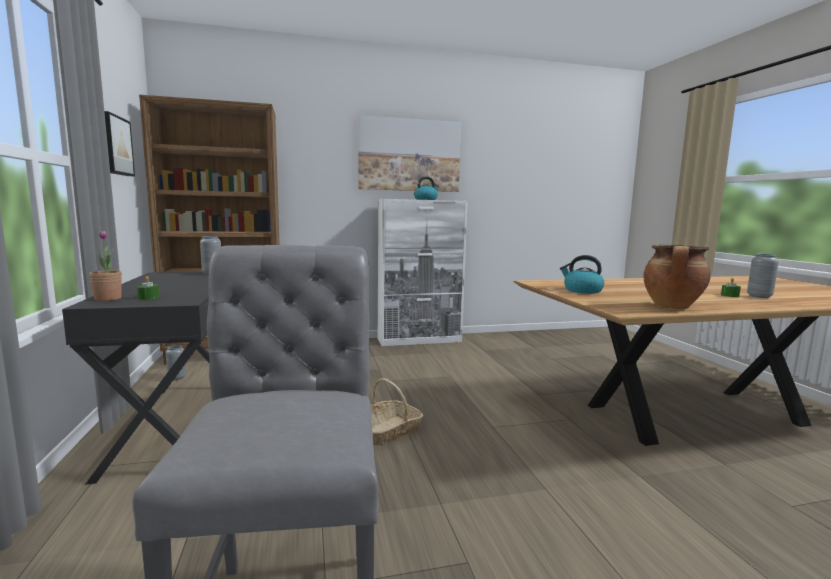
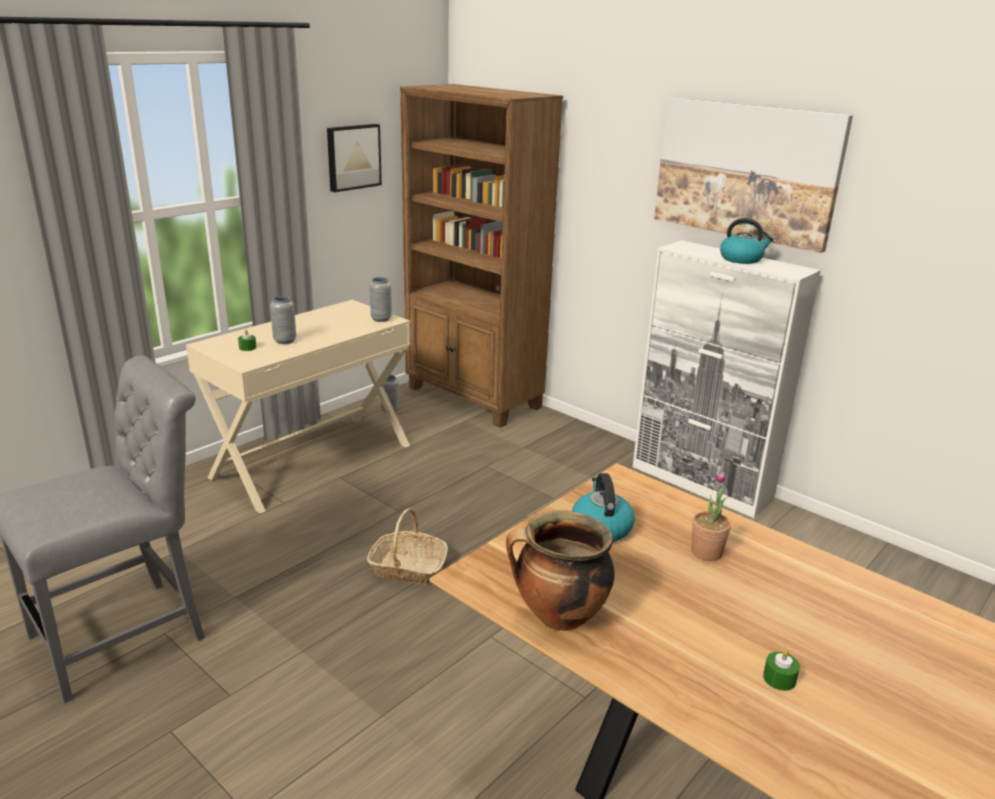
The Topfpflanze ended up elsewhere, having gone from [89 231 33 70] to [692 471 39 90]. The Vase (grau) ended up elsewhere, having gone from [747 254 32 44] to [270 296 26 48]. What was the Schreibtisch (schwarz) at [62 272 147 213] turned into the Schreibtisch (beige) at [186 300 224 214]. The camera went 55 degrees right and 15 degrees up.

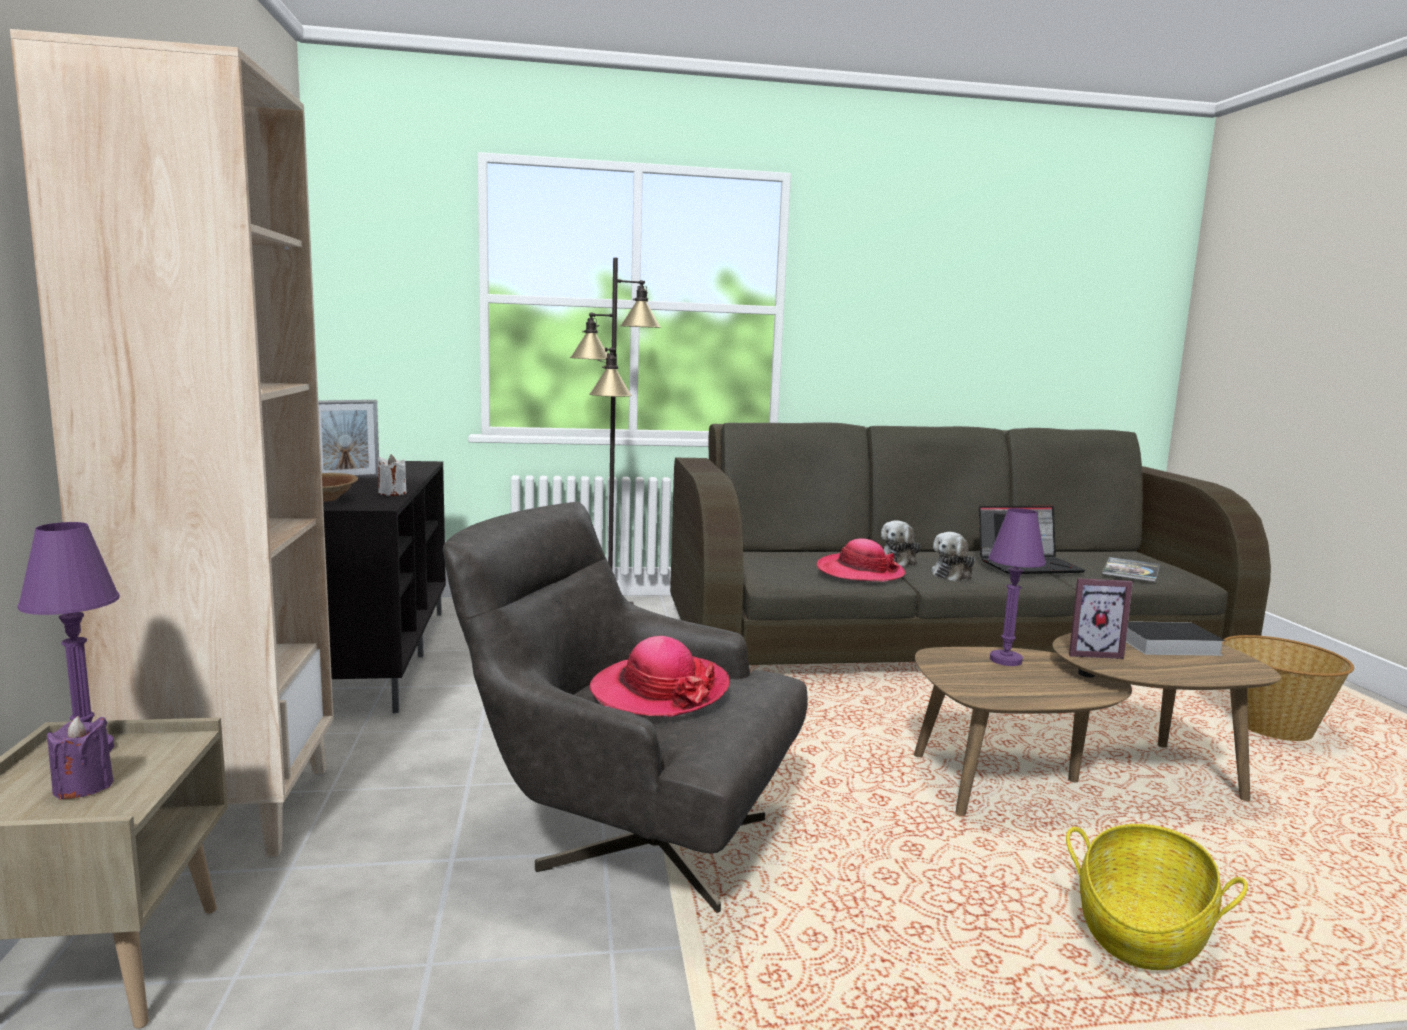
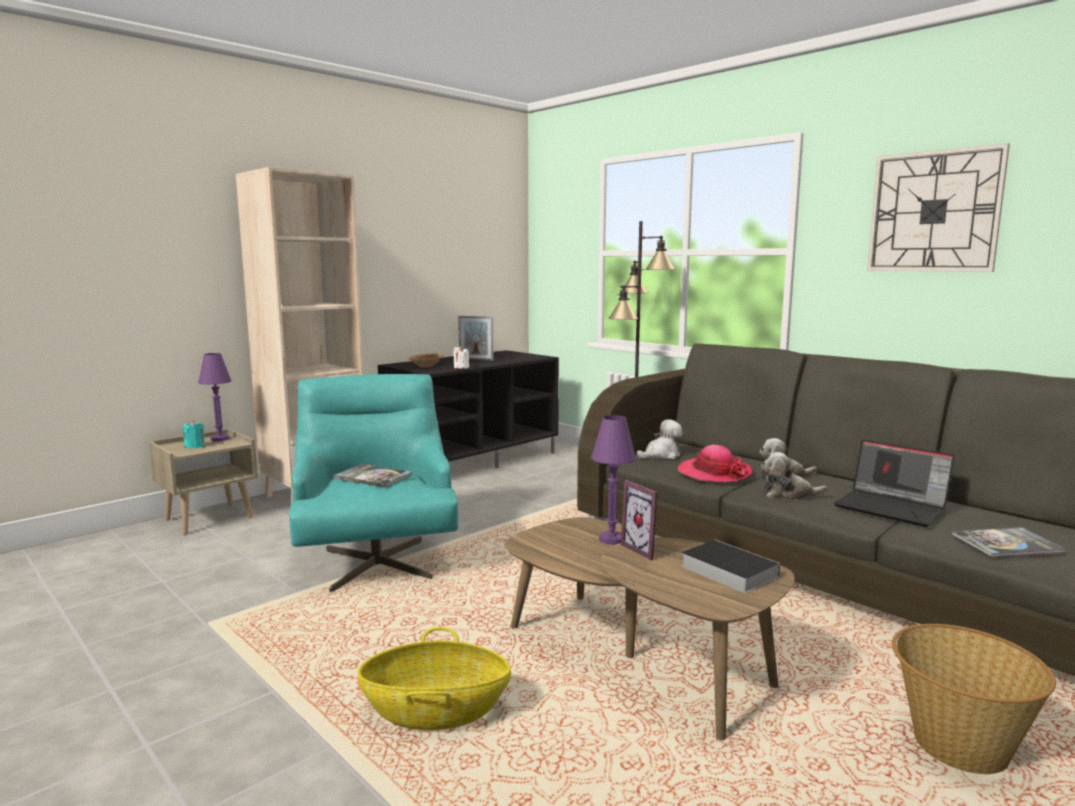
What was the Sessel (grau) at [443 502 365 411] turned into the Sessel (türkis) at [289 374 169 218]. Where the Hut stood at [590 636 140 81], the Buch came to stand at [333 464 79 23]. What was the Kerze (lila) at [47 716 66 84] turned into the Kerze (türkis) at [183 420 22 28]. The second view gained the Wanduhr at [867 143 143 129]. The second view gained the Plüschtier at [637 419 46 40]. The camera went 55 degrees right and 0 degrees up.

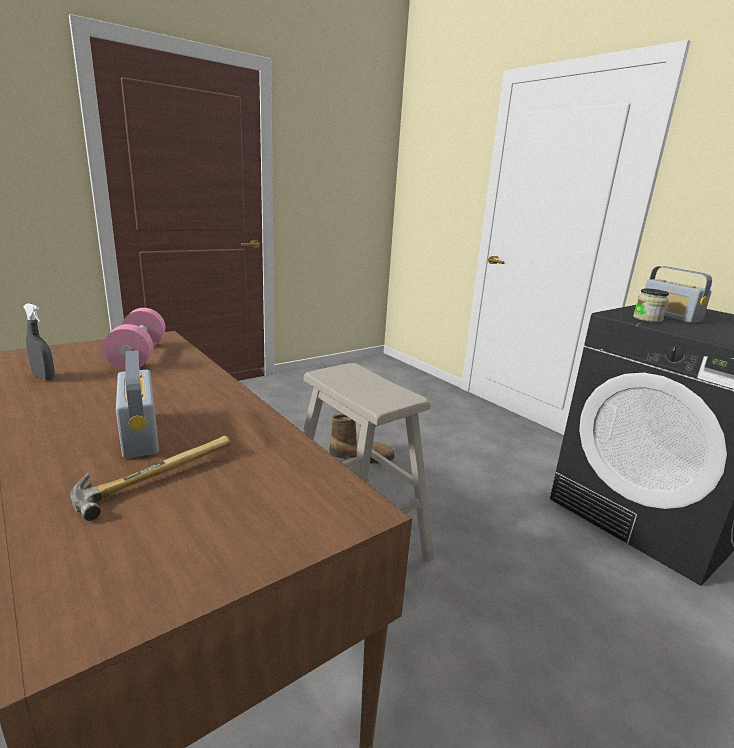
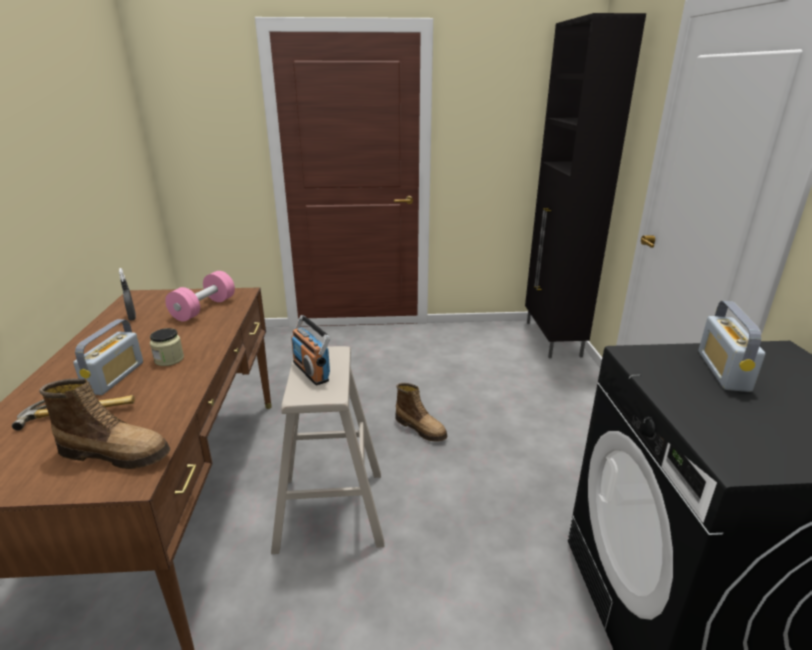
The Vorratsglas ended up elsewhere, having gone from [633 288 36 34] to [150 328 34 38]. The second view gained the Schrank (schwarz) at [525 13 121 345]. The second view gained the Radio at [291 315 40 70]. The second view gained the Stiefel at [39 378 131 91]. The camera went 35 degrees right and 5 degrees up.

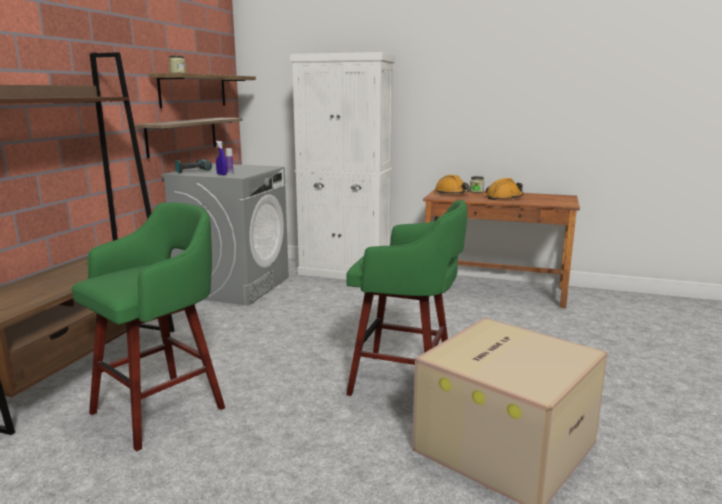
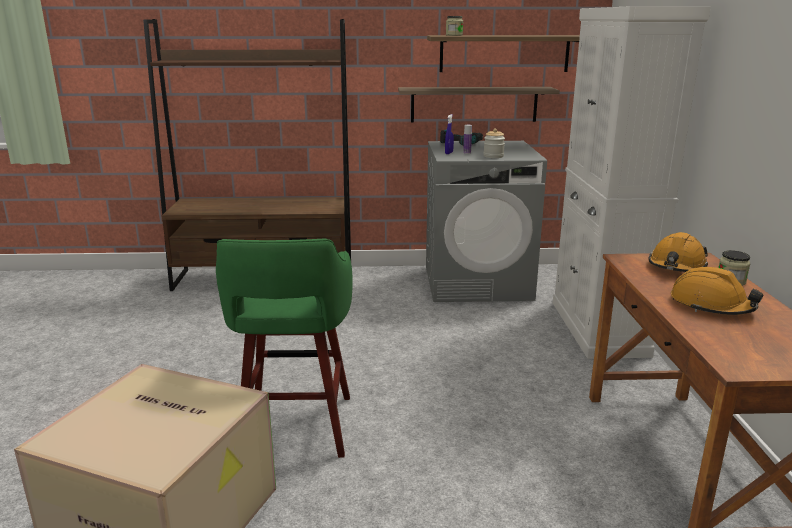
The second view lost the Hocker (grün) at [72 202 153 249]. The second view gained the Vorratsglas at [484 128 21 30]. The camera went 70 degrees right and 5 degrees up.

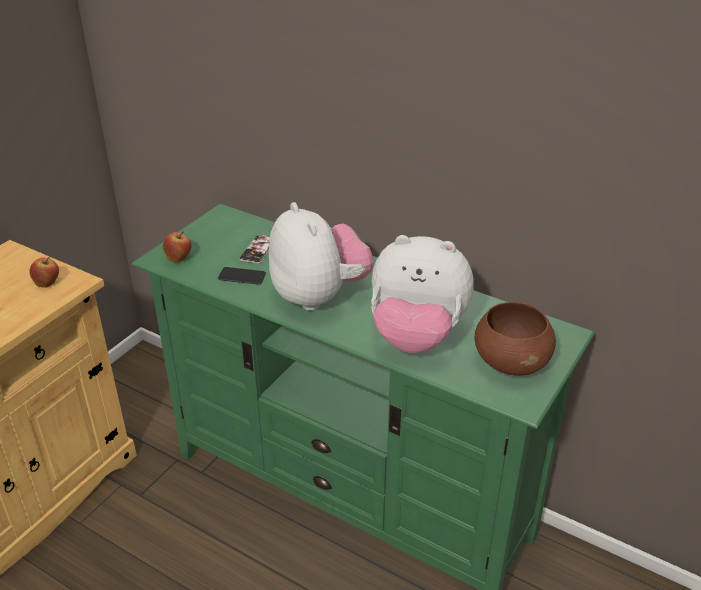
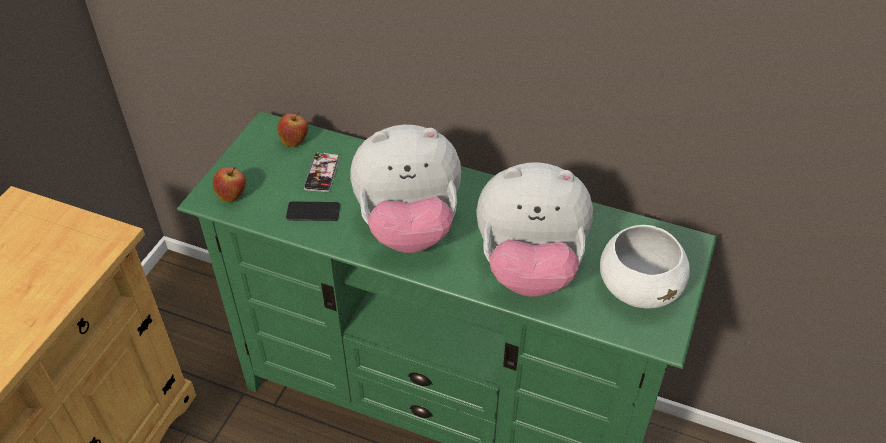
The Plüschtier at [269 202 104 109] ended up facing another way, 120 degrees clockwise from before. The Apfel ended up elsewhere, having gone from [29 257 30 31] to [277 112 31 35]. What was the Schüssel (braun) at [475 302 81 74] turned into the Schüssel (weiß) at [600 225 90 83]. The camera went 10 degrees left and 10 degrees up.

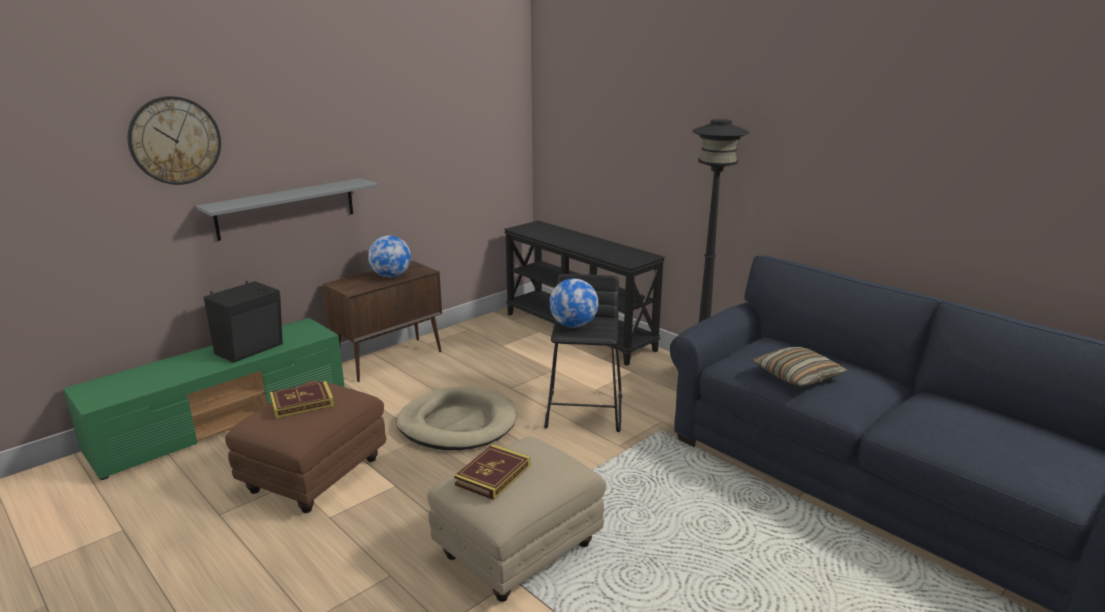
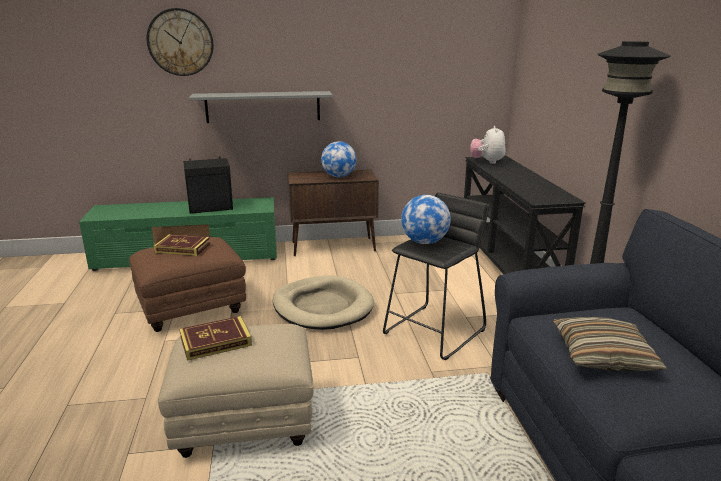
The second view gained the Plüschtier at [470 126 36 38]. The camera went 35 degrees right and 0 degrees up.

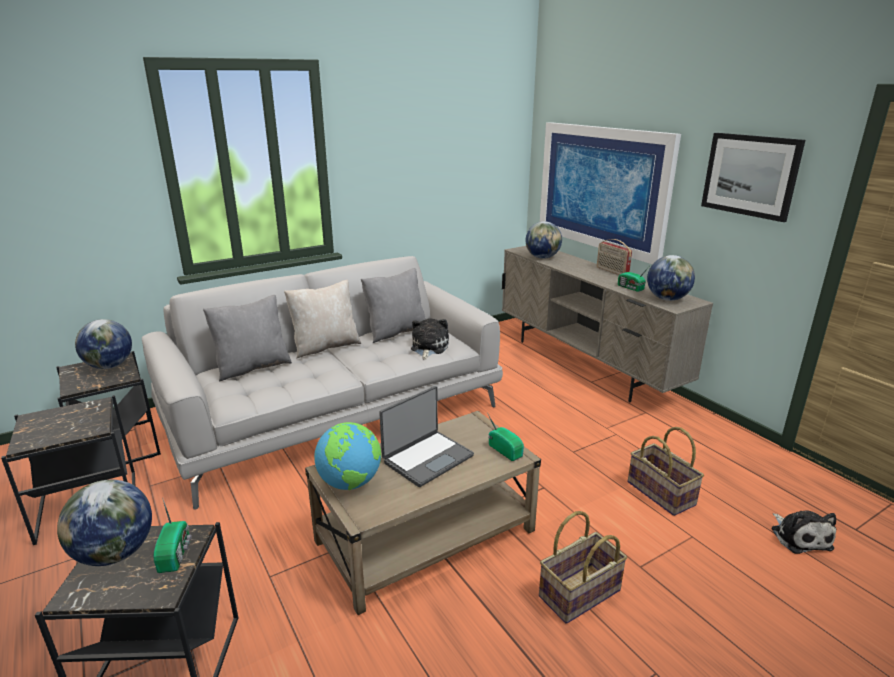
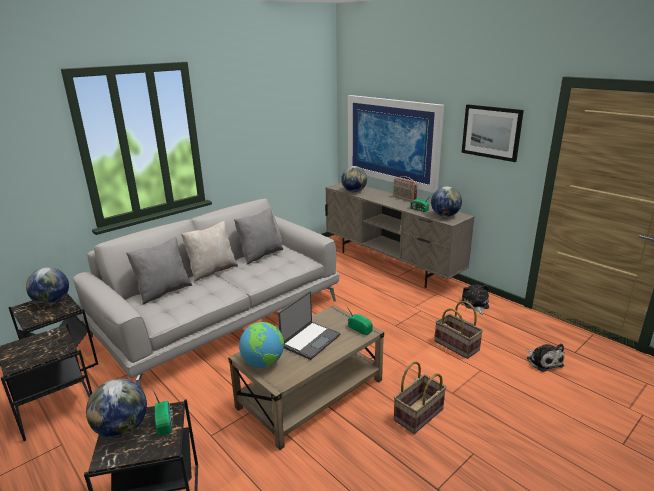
The Plüschtier ended up elsewhere, having gone from [411 318 38 42] to [462 284 27 30]. The camera went 10 degrees left and 0 degrees up.

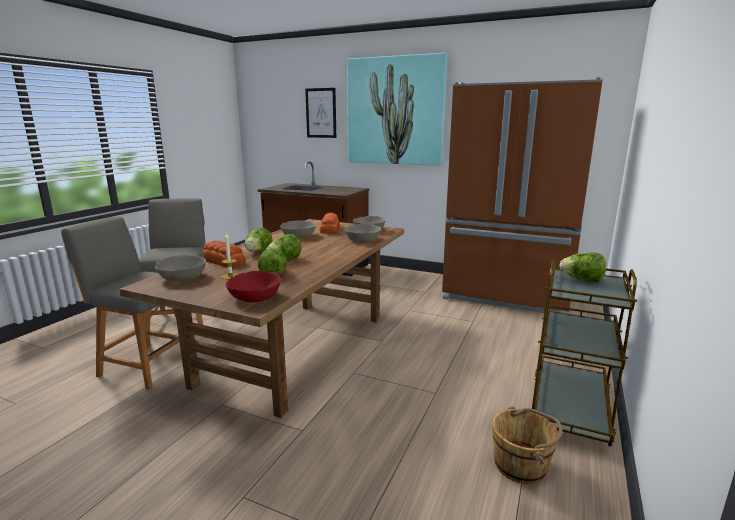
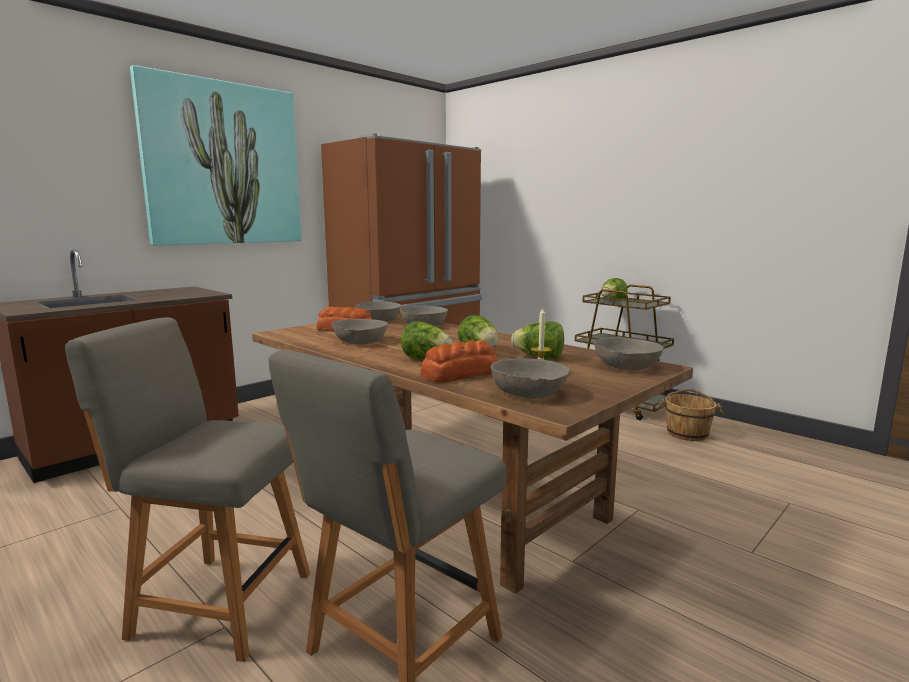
The second view lost the Bild at [305 88 31 50]. What was the Schüssel (rot) at [225 271 56 31] turned into the Schüssel (grau) at [594 337 70 33]. The camera went 70 degrees left and 5 degrees down.

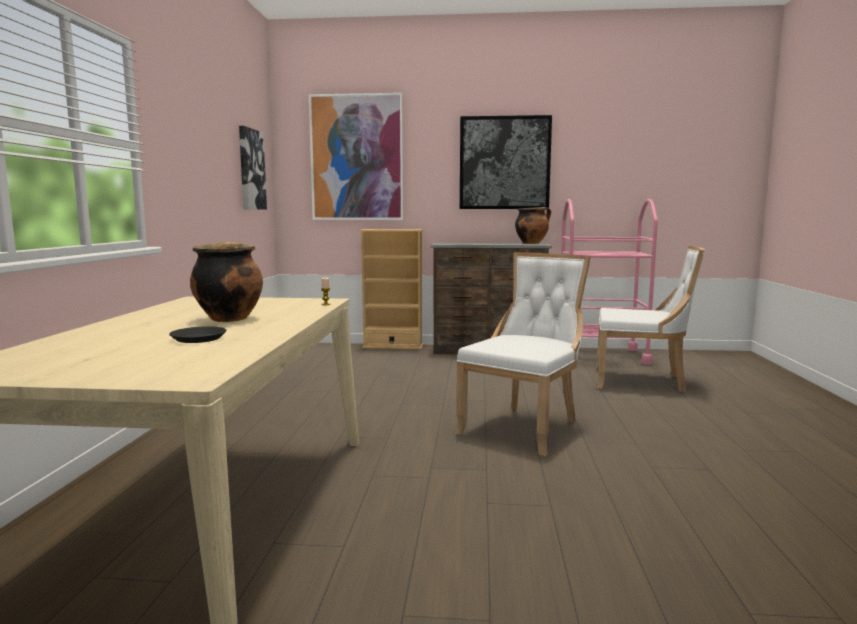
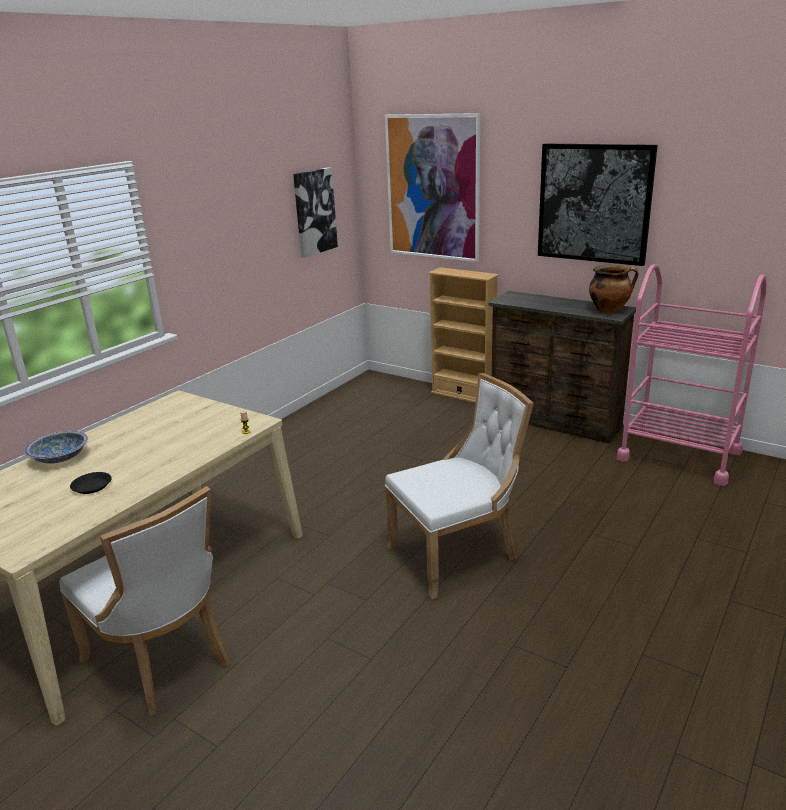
The second view lost the Kochtopf at [190 242 73 80]. The Stuhl (weiß) ended up elsewhere, having gone from [596 246 109 146] to [59 486 171 230]. The second view gained the Schüssel at [25 431 63 33]. The camera went 30 degrees right and 15 degrees up.

